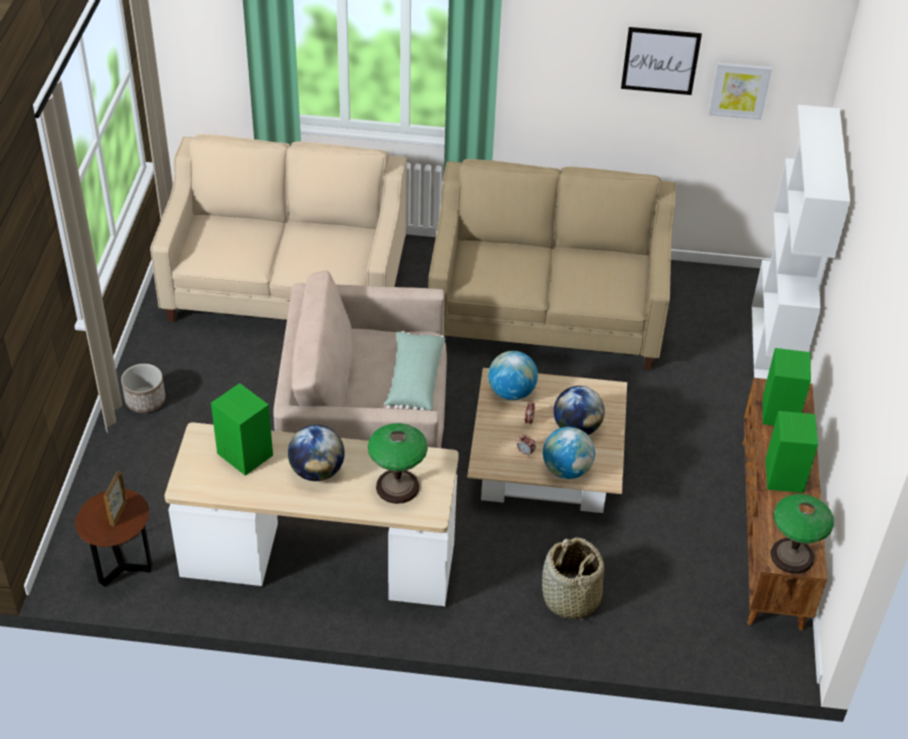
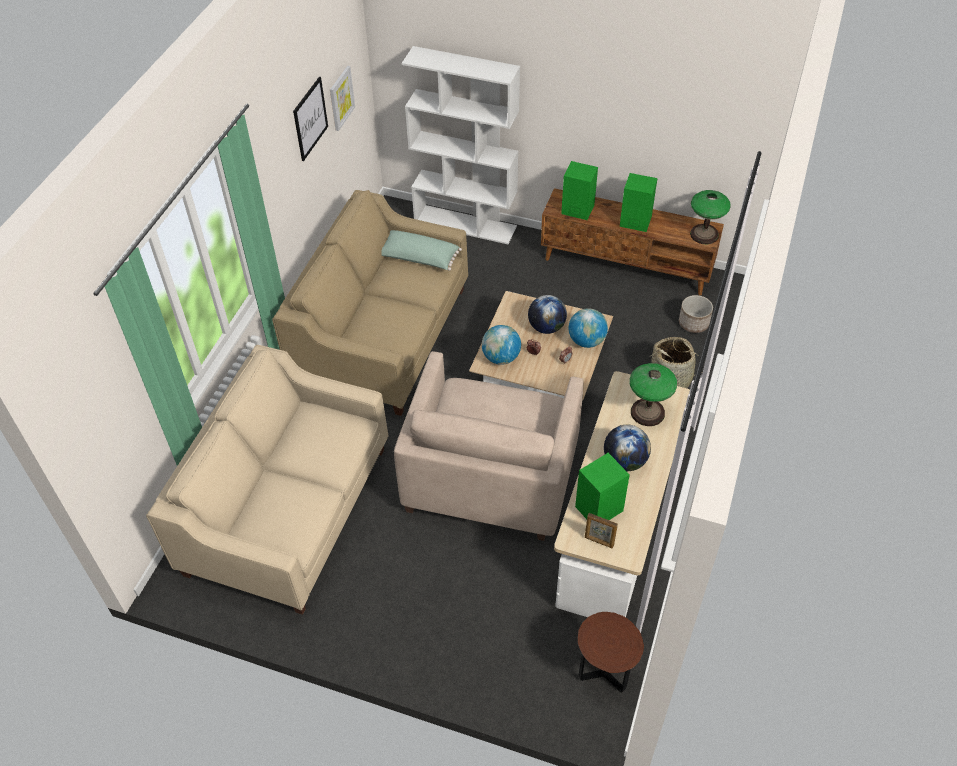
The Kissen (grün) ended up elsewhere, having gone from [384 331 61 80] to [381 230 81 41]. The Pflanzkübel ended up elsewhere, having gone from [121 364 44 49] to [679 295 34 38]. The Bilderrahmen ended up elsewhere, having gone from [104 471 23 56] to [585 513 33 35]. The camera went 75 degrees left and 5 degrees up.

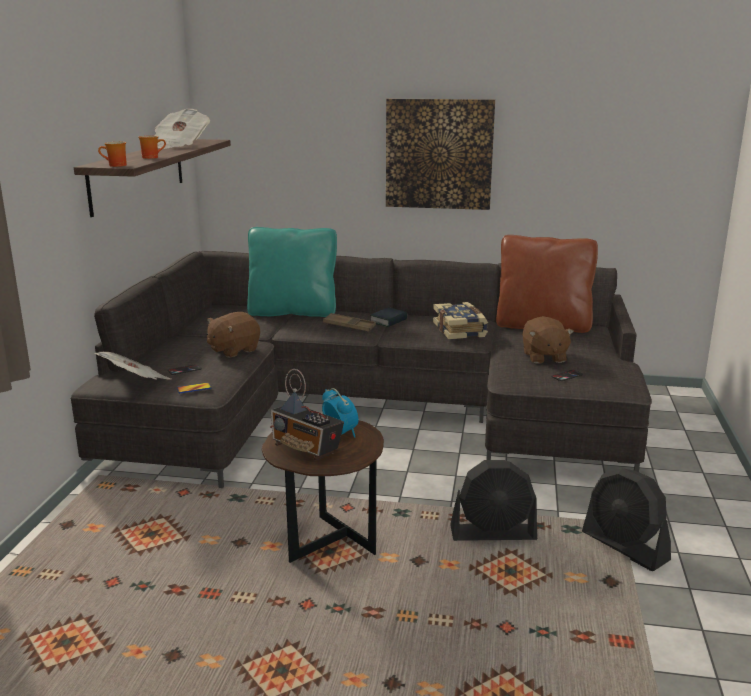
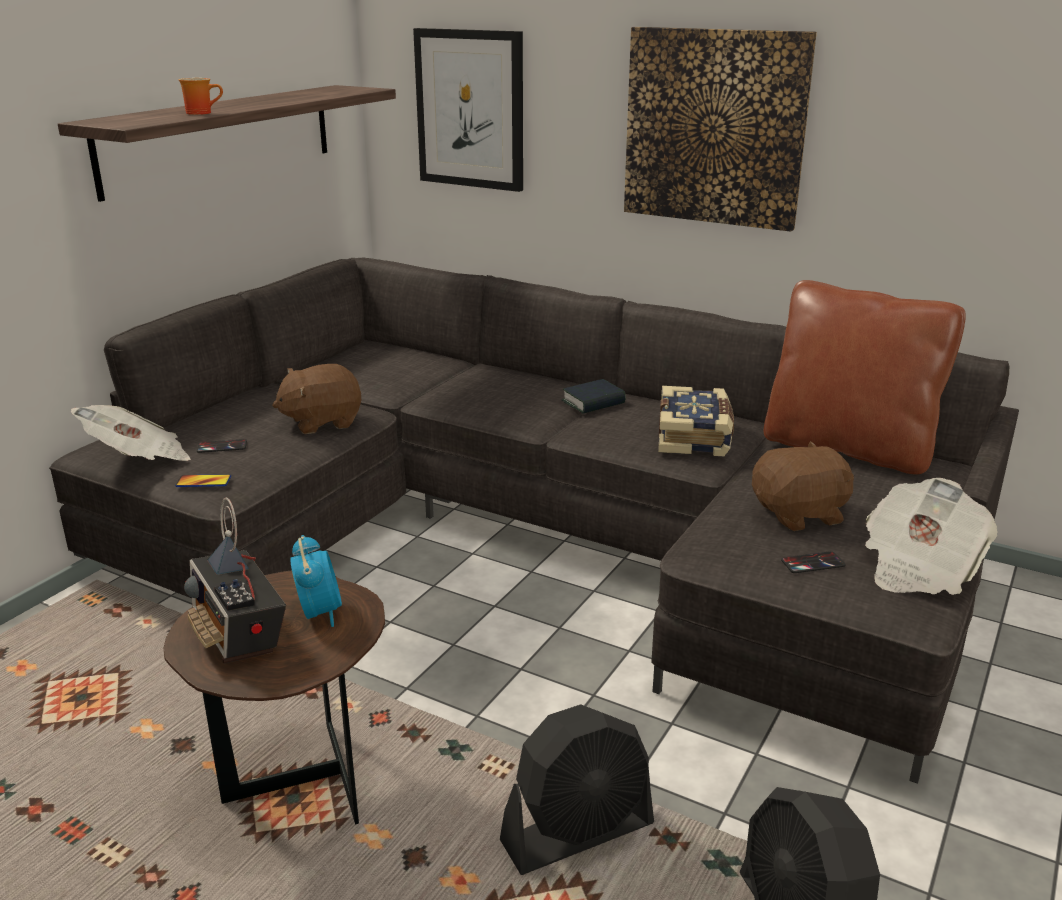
The Zeitung ended up elsewhere, having gone from [154 109 56 40] to [865 478 132 117]. The second view lost the Henkelbecher at [98 142 29 25]. The second view lost the Kissen (türkis) at [247 227 90 90]. The second view lost the Tablett (braun) at [323 313 53 19]. The Plüschtier (braun) at [522 316 52 48] ended up facing another way, 120 degrees counterclockwise from before. The Ventilator (schwarz) at [450 460 87 81] ended up facing another way, 45 degrees counterclockwise from before. The second view gained the Bild at [413 28 110 164]. The camera went 20 degrees right and 5 degrees up.

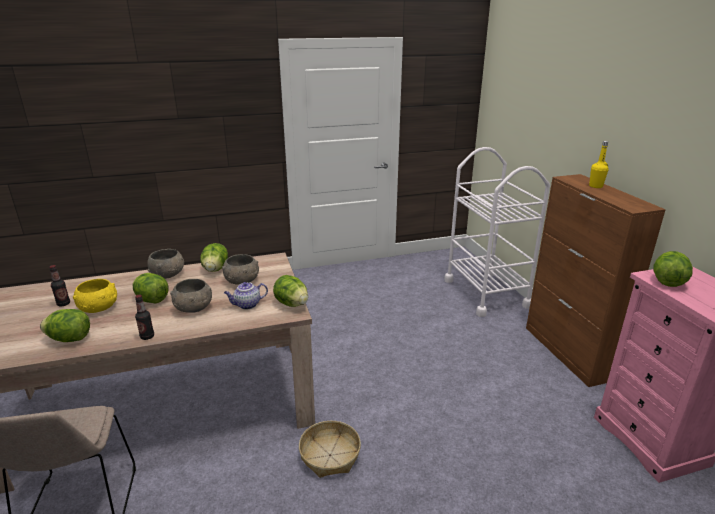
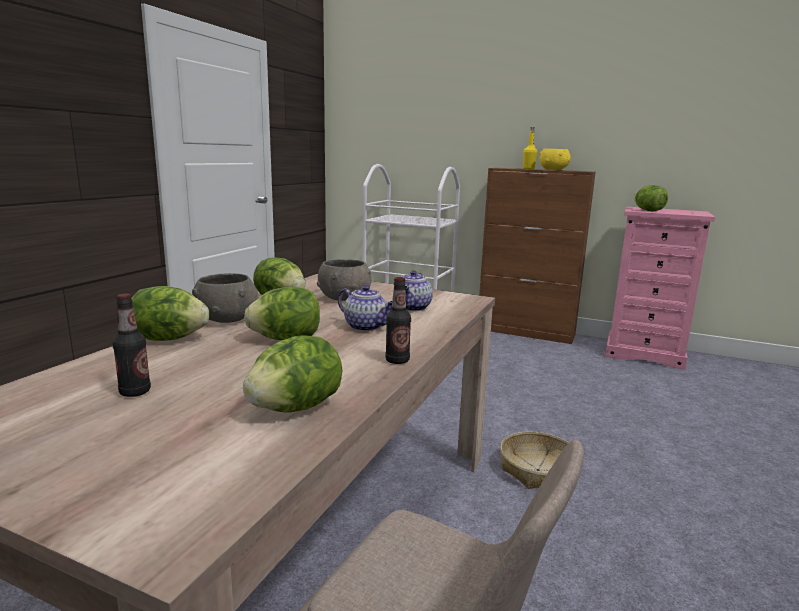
The Salatkopf ended up elsewhere, having gone from [273 275 35 32] to [131 286 78 55]. The Schüssel (gelb) ended up elsewhere, having gone from [73 279 44 34] to [539 149 32 21]. Where the Schüssel (grau) stood at [170 279 42 34], the Teekanne came to stand at [338 285 54 46]. The camera went 50 degrees left and 10 degrees down.

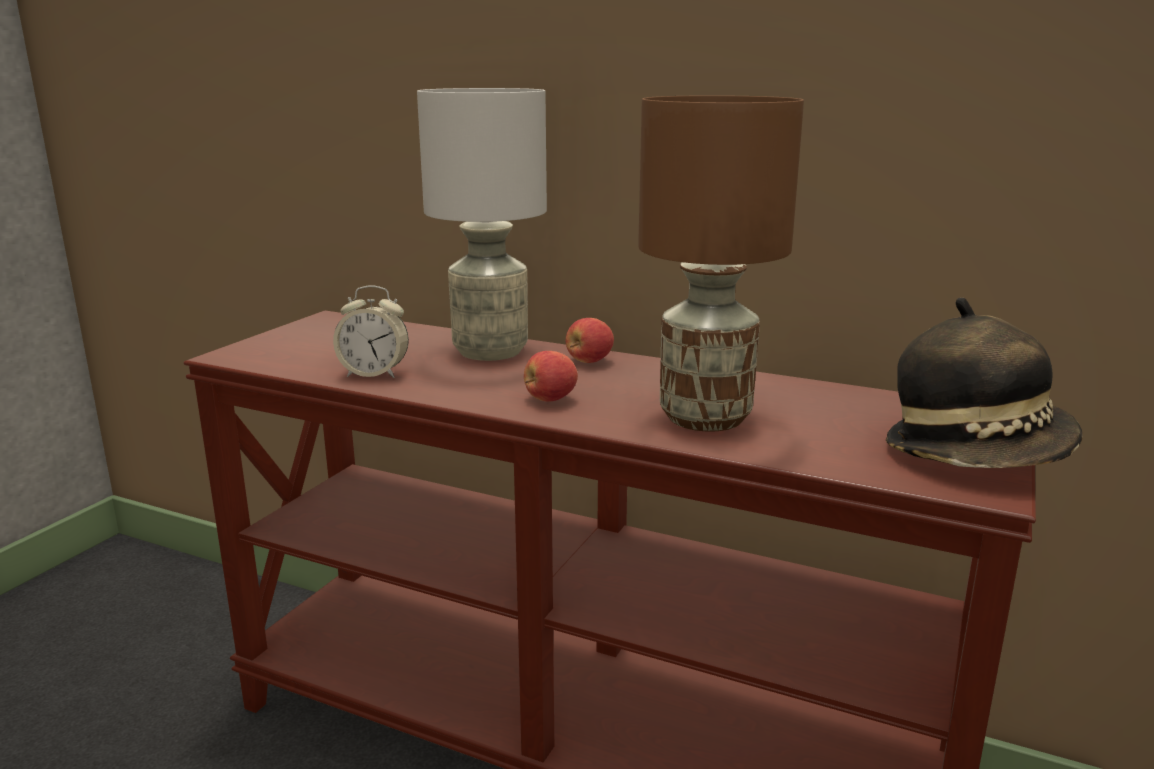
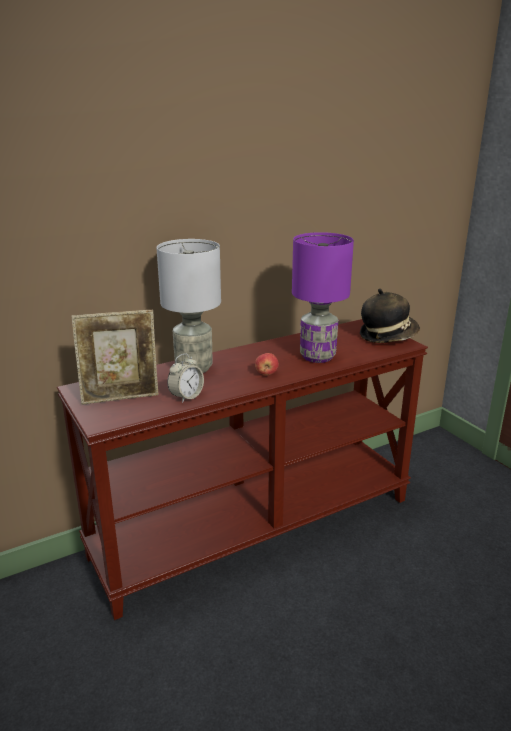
What was the Tischlampe (braun) at [638 95 166 337] turned into the Tischlampe (lila) at [292 232 62 131]. The second view lost the Apfel at [566 318 48 45]. The second view gained the Bilderrahmen at [71 310 88 95]. The camera went 55 degrees left and 5 degrees up.

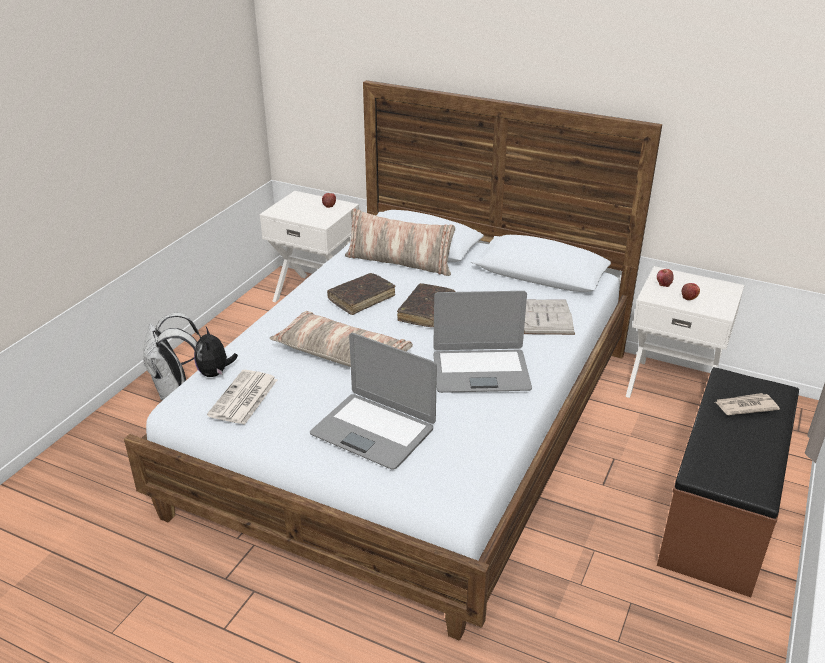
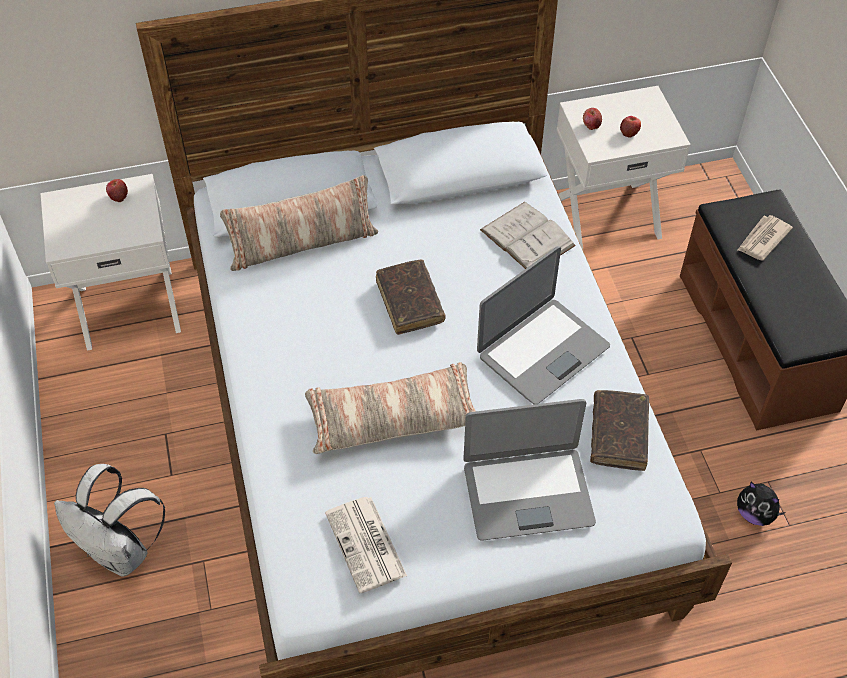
The Buch (braun) ended up elsewhere, having gone from [327 273 68 42] to [590 390 59 81]. The Plüschtier ended up elsewhere, having gone from [194 327 44 50] to [737 482 49 44]. The camera went 40 degrees left and 20 degrees up.

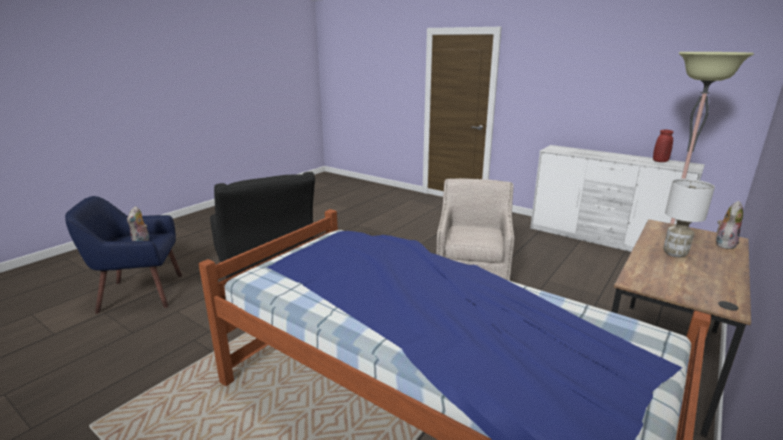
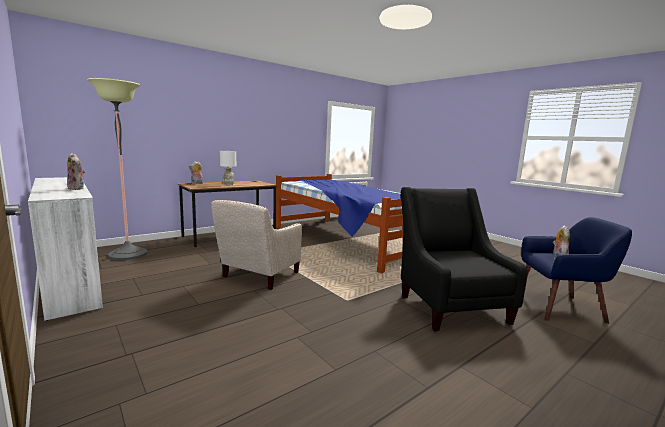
The second view lost the Vase (rot) at [653 130 20 32]. The second view gained the Plüschtier at [67 153 18 37]. The camera went 165 degrees left and 10 degrees down.

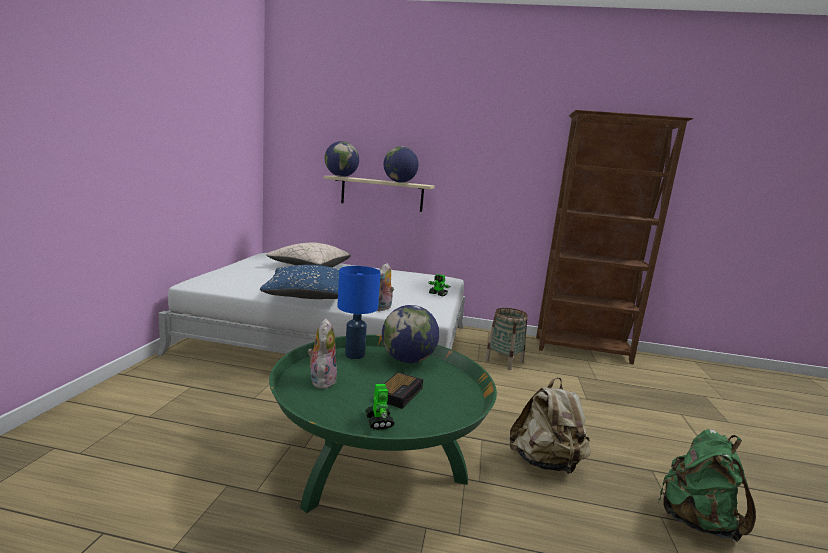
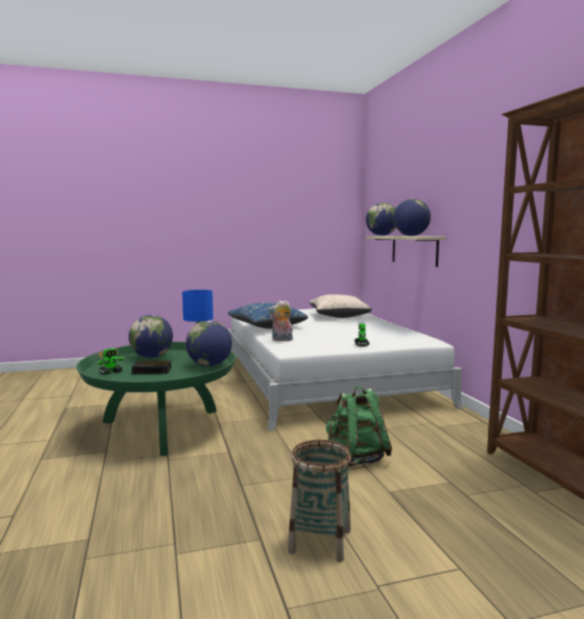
The Korb ended up elsewhere, having gone from [485 308 43 62] to [288 440 63 122]. Where the Plüschtier stood at [308 318 29 71], the Globus came to stand at [129 315 44 43]. The second view lost the Rucksack (beige) at [509 377 82 97]. The Rucksack (grün) ended up elsewhere, having gone from [658 429 98 113] to [326 387 66 80]. The camera went 65 degrees right and 5 degrees down.

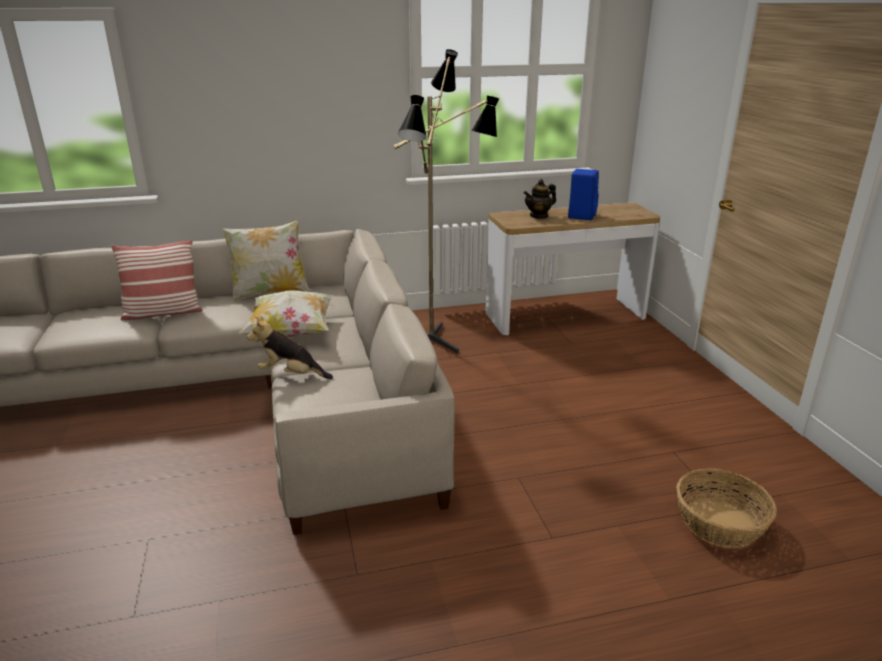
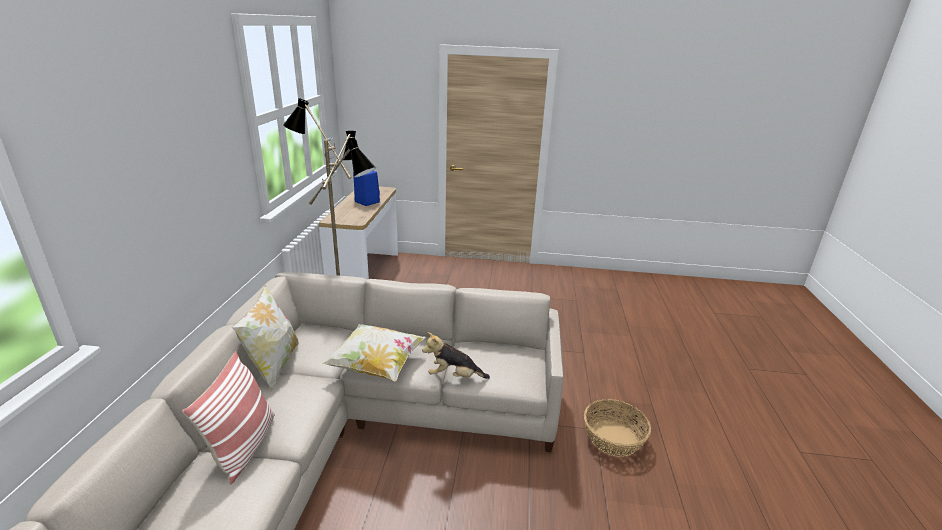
The second view lost the Teekanne at [524 179 32 40]. The Plüschtier at [247 316 86 63] ended up facing another way, 60 degrees clockwise from before. The Korb ended up elsewhere, having gone from [676 469 101 79] to [584 399 67 58]. The camera went 70 degrees left and 0 degrees up.

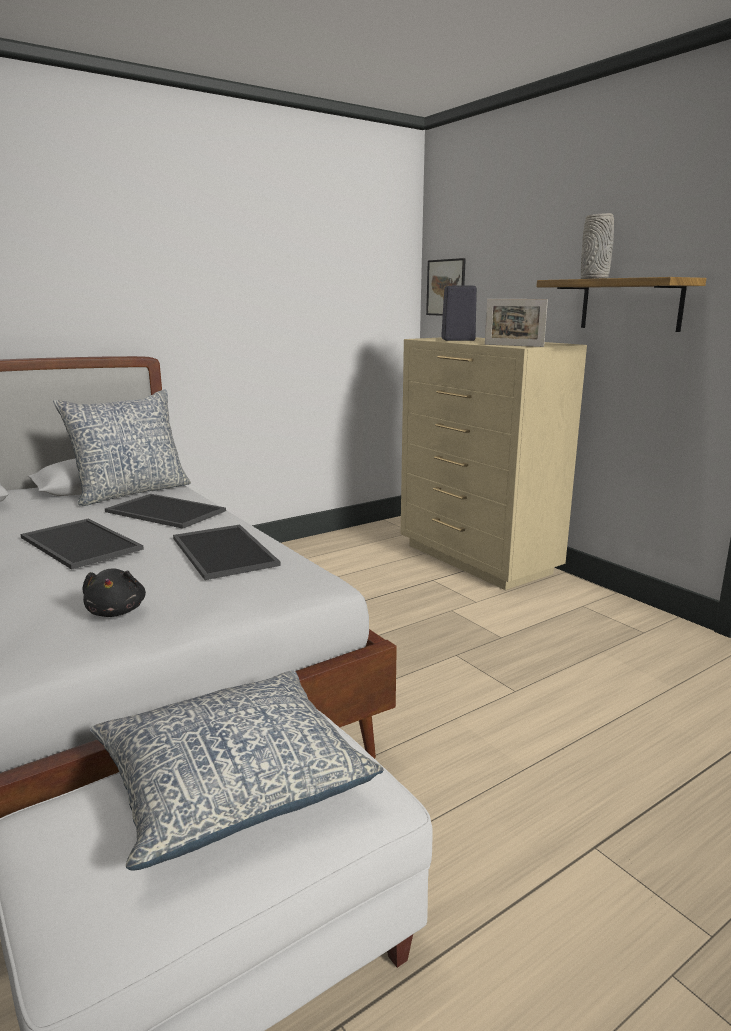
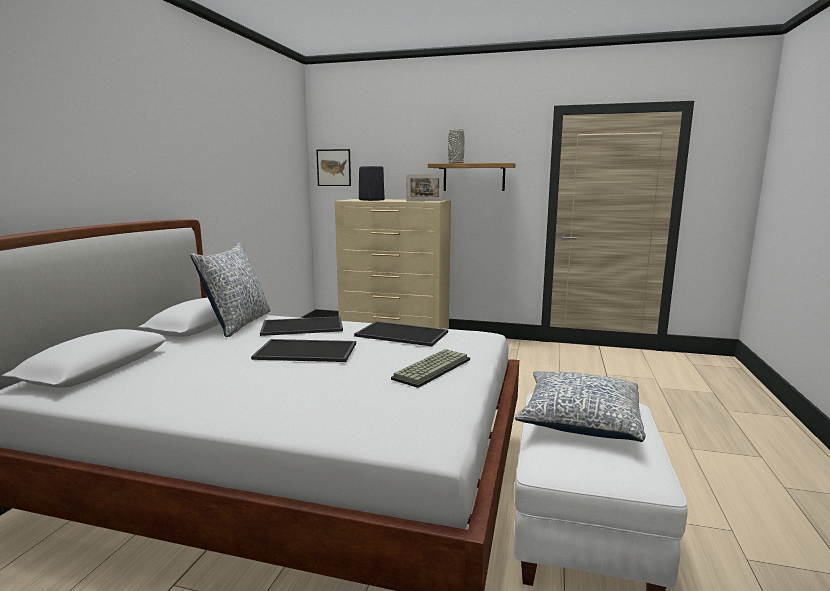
Where the Plüschtier (schwarz) stood at [82 568 64 49], the Tastatur came to stand at [391 349 79 39]. The camera went 40 degrees left and 5 degrees down.

